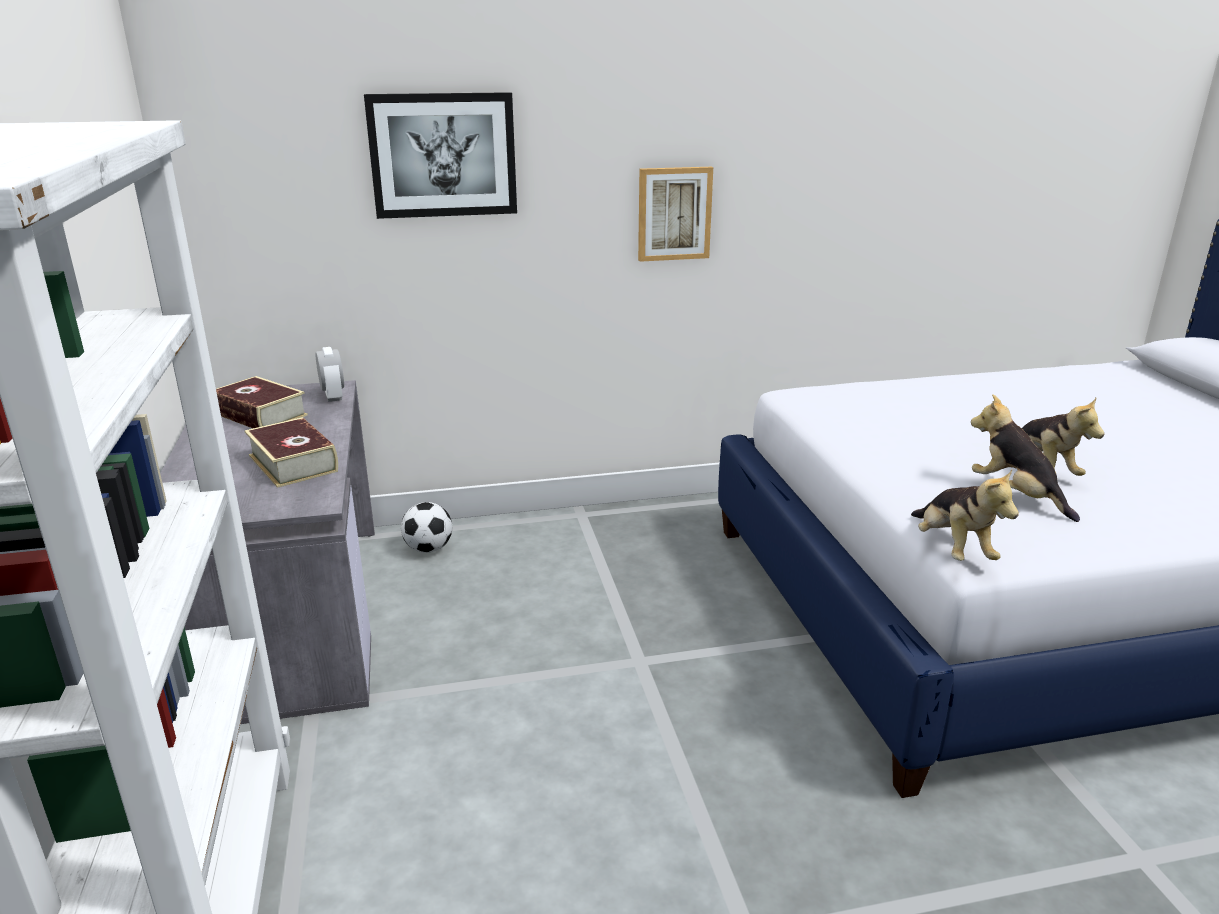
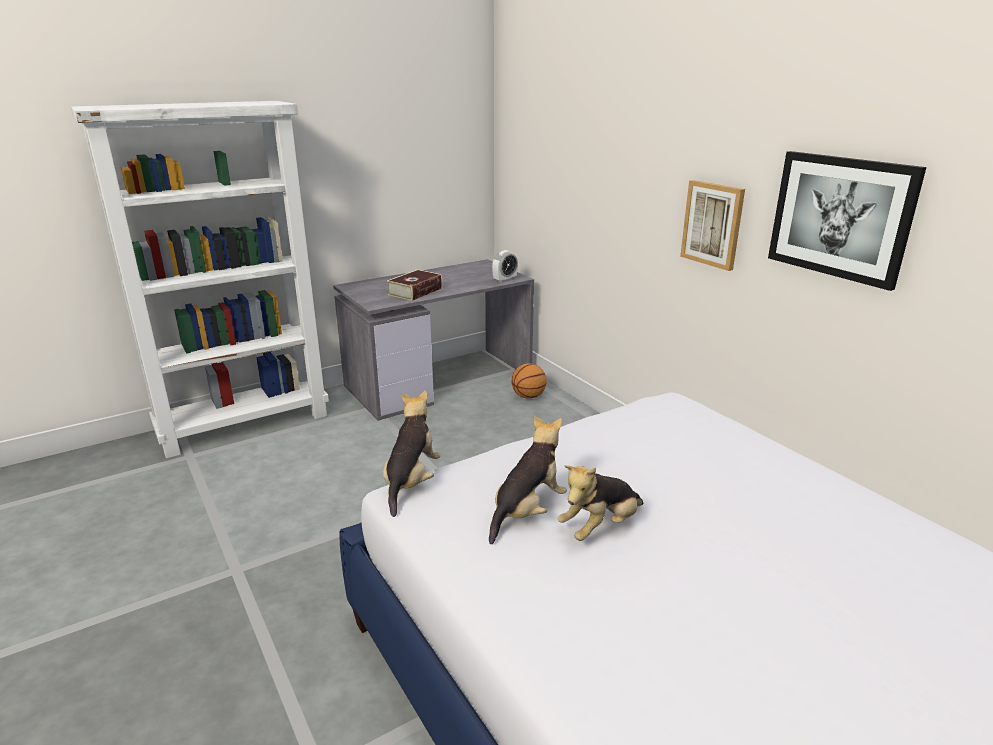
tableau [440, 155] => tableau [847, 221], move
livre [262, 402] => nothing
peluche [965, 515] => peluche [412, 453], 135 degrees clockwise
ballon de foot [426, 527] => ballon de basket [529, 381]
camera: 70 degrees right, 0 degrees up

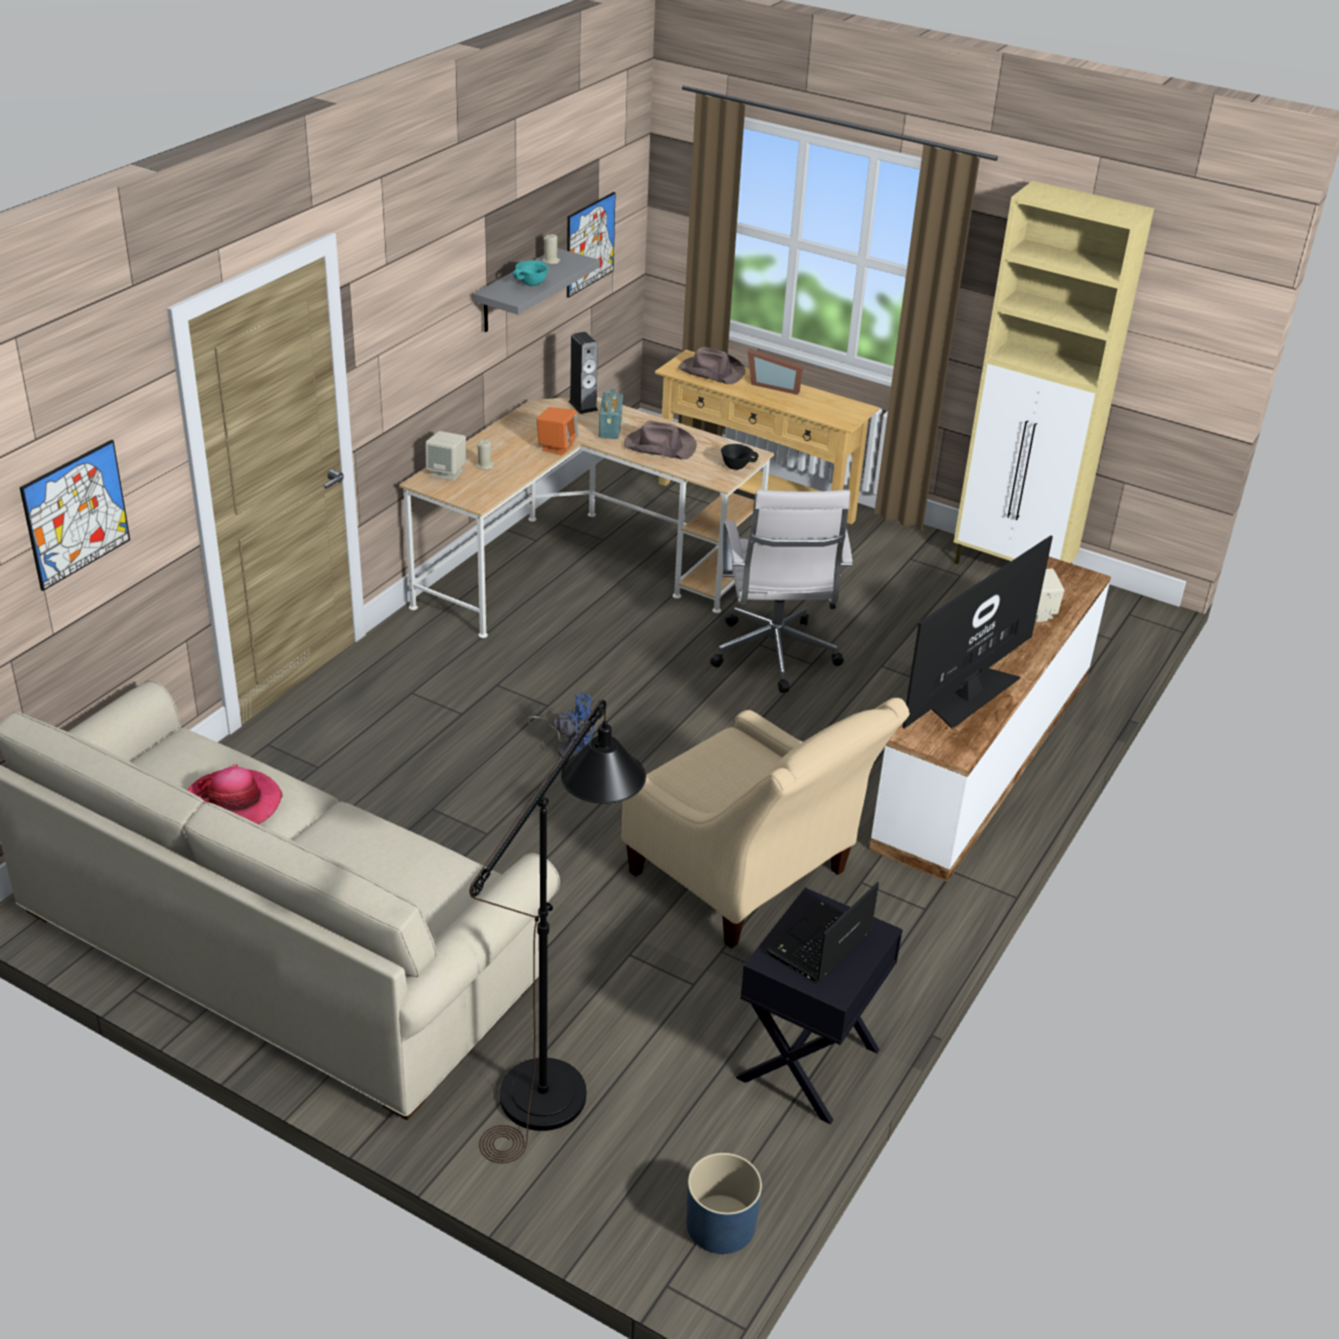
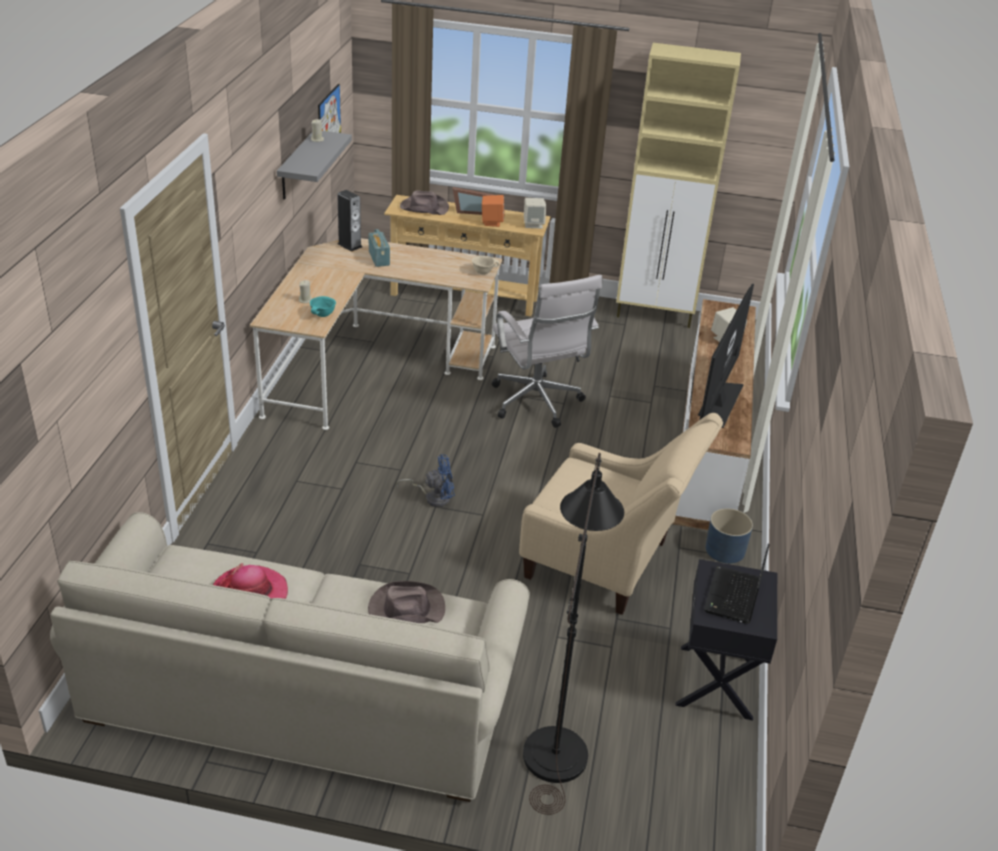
bol (turquoise) [531, 273] => bol (turquoise) [323, 306], move
enceinte (orange) [557, 431] => enceinte (orange) [493, 211], move
chapeau (marron) [660, 440] => chapeau (marron) [406, 602], move
enceinte (beige) [446, 455] => enceinte (beige) [535, 213], move
tableau [75, 515] => nothing
bol (noir) [739, 457] => bol (beige) [485, 265]
cache-pot (bleu) [724, 1203] => cache-pot (bleu) [729, 536], move
camera: 20 degrees left, 0 degrees up

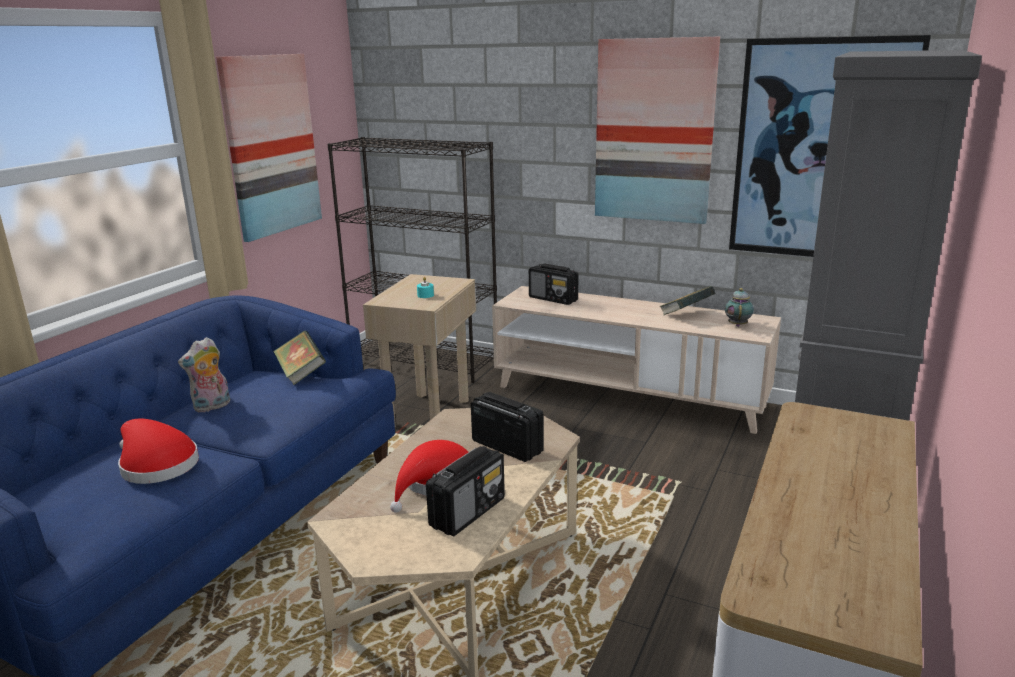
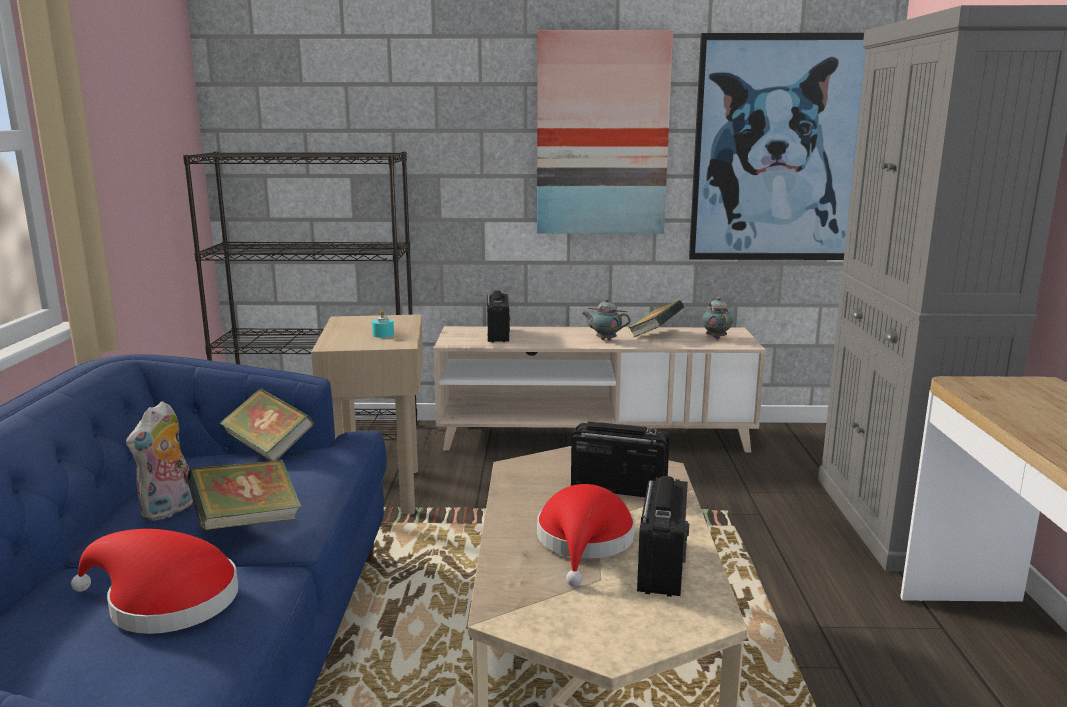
tableau [269, 148] => nothing
radio [554, 284] => radio [498, 316], 105 degrees counterclockwise
nothing => théière [606, 319]
nothing => livre [244, 495]
camera: 25 degrees left, 5 degrees down

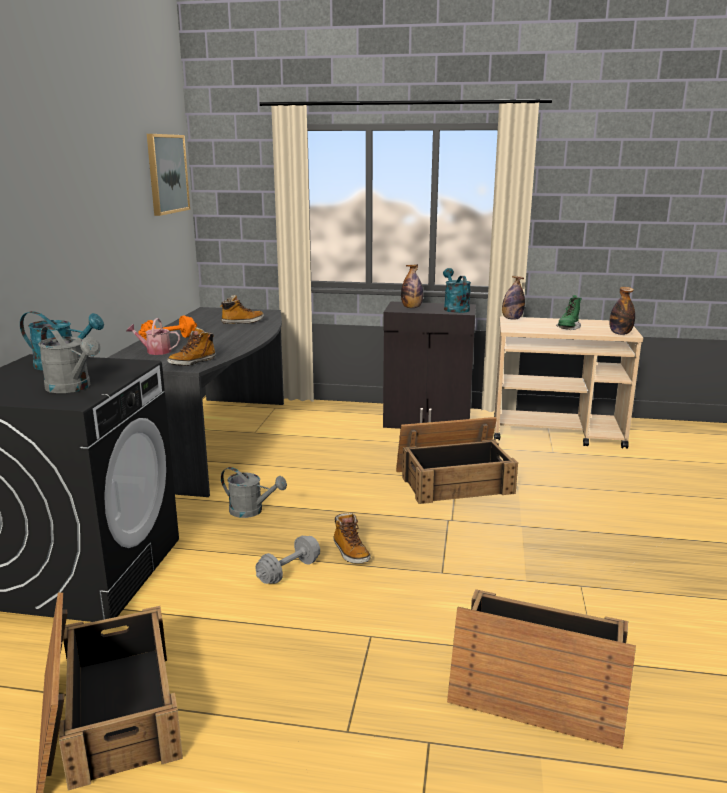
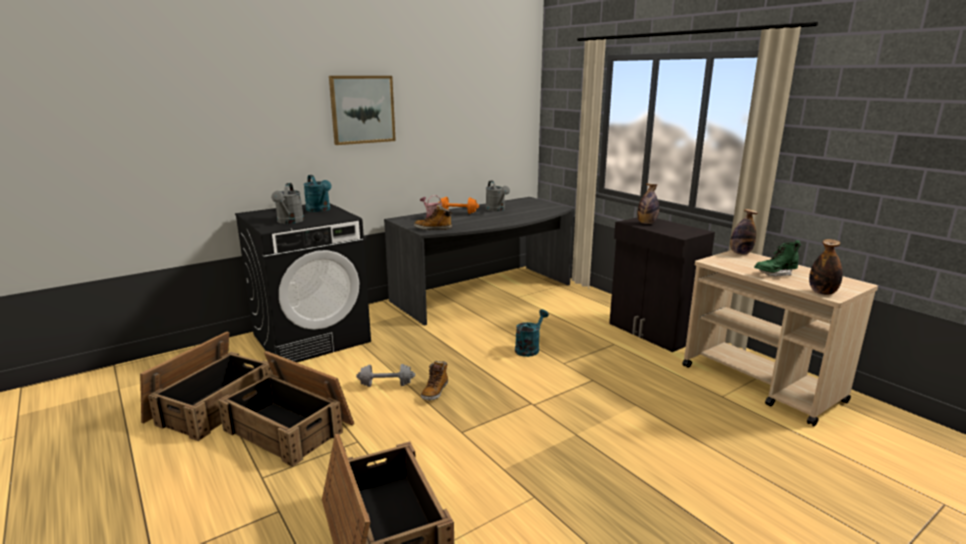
tableau [168, 175] => tableau [362, 110], move
arrosoir (turquoise) [457, 290] => arrosoir (turquoise) [532, 333], move
botte [242, 309] => nothing
caisse [457, 460] => caisse [286, 409], move
arrosoir (gris) [254, 492] => arrosoir (gris) [498, 196], move
camera: 45 degrees right, 0 degrees up

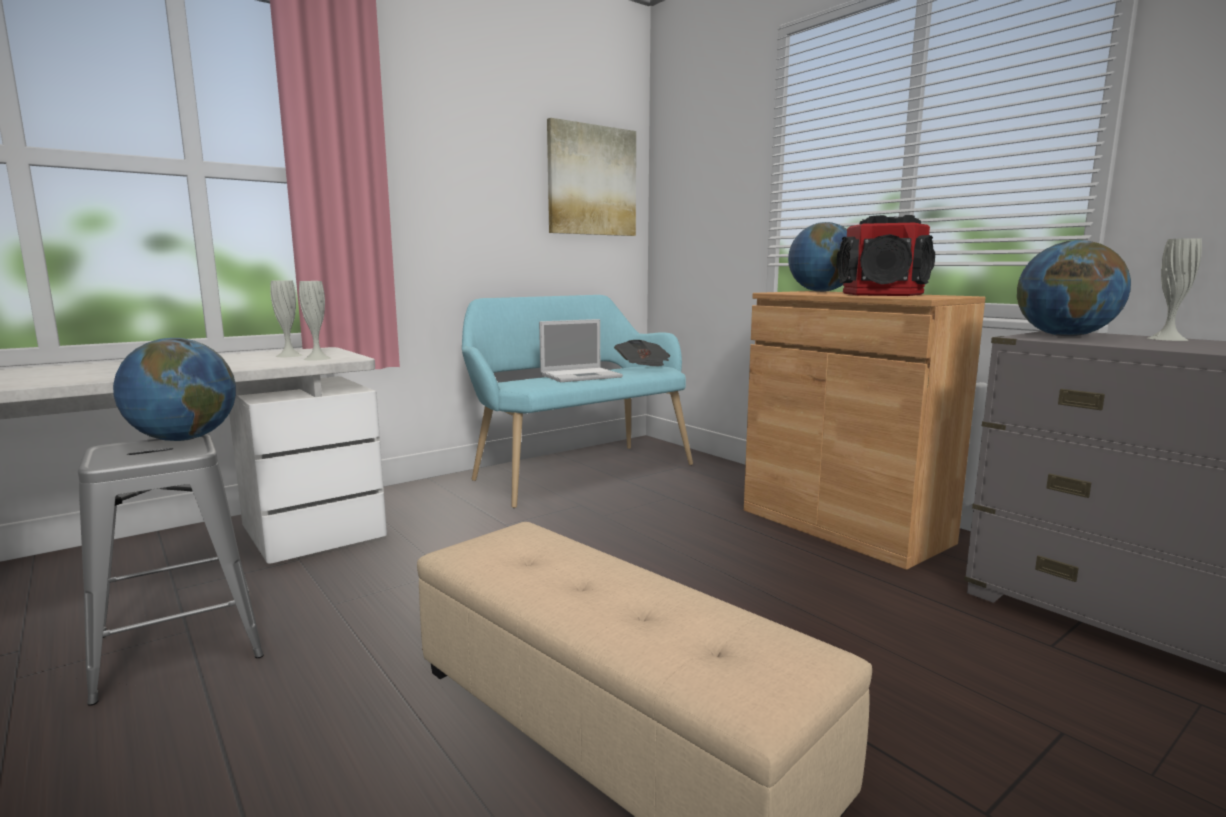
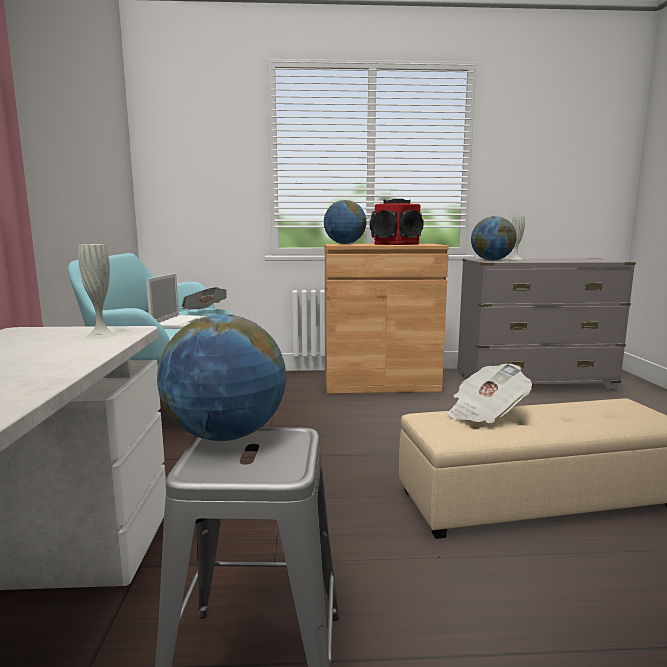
tableau [591, 177] => nothing
vase (blanc) [286, 318] => nothing
nothing => journal [490, 393]
camera: 55 degrees left, 0 degrees up

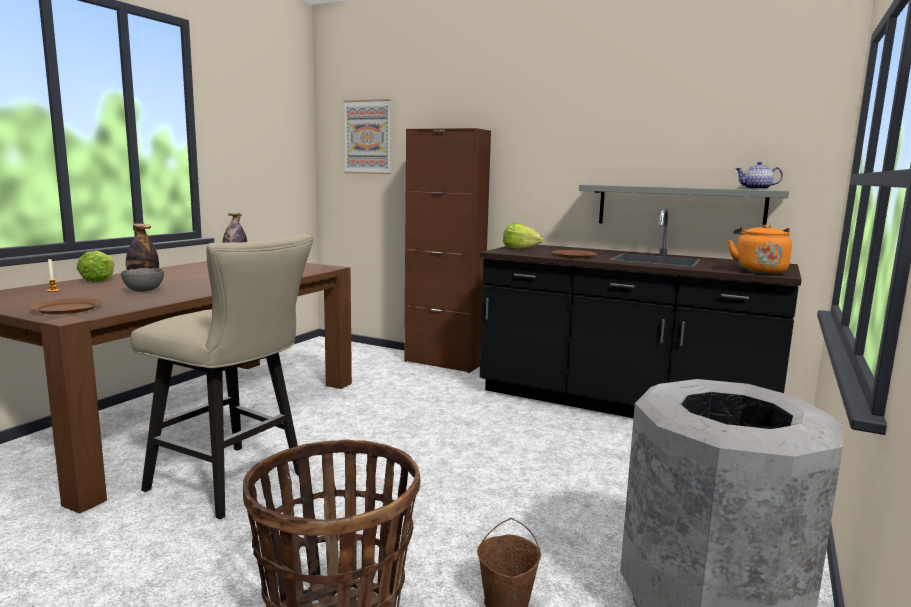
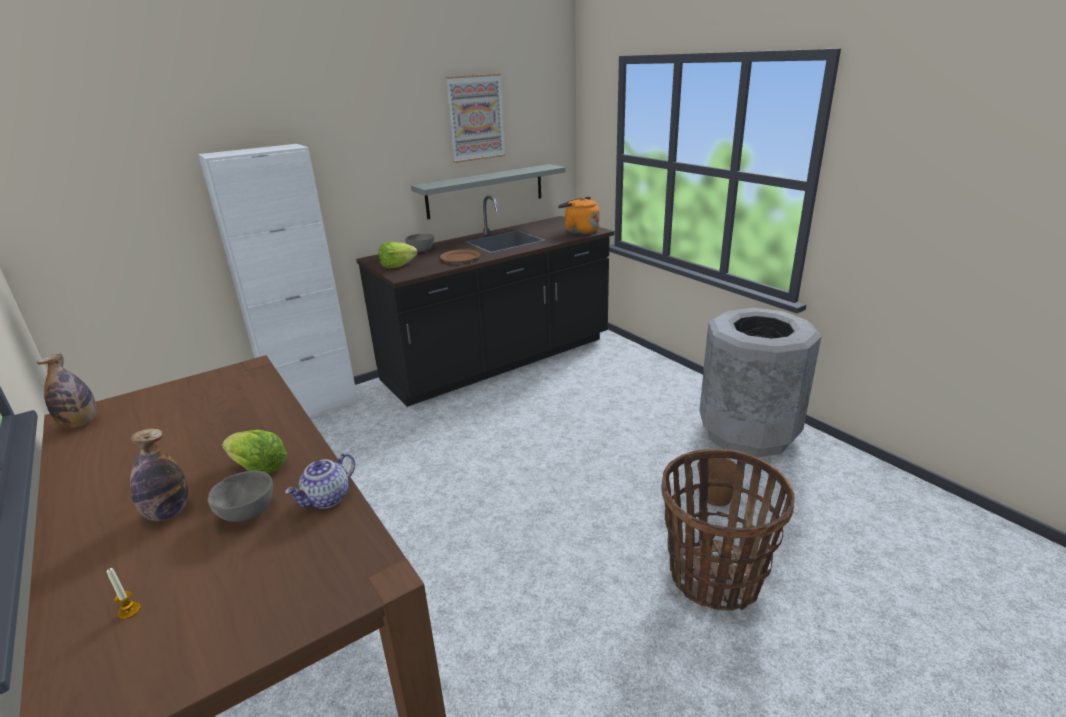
tableau [367, 136] => tableau [475, 118], move
meuble de rangement (marron) [447, 250] => meuble de rangement (blanc) [278, 281]
théière [759, 176] => théière [320, 481], move
tabouret (beige) [221, 376] => nothing
laitue [95, 266] => laitue [254, 452], move
assiette (marron) [65, 306] => nothing
nothing => bol (gris) [419, 242]
camera: 60 degrees left, 15 degrees up

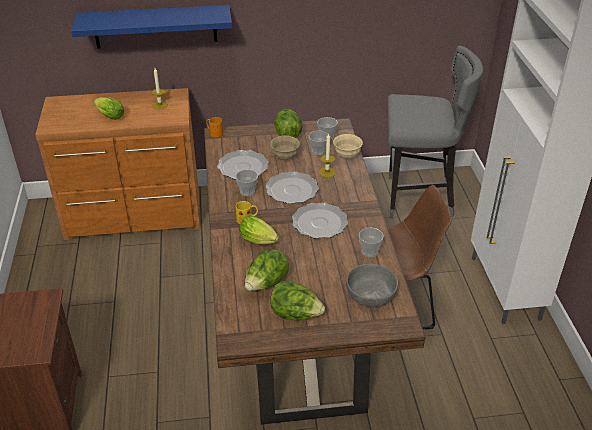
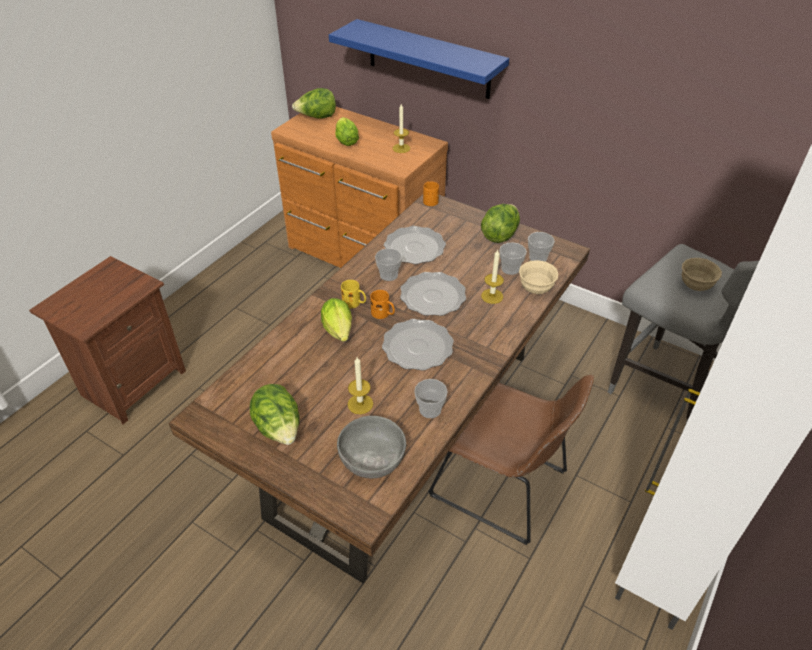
bol (beige) [285, 147] => bol (beige) [702, 274], move
laitue [267, 270] => laitue [314, 103], move
nothing => mug (orange) [382, 304]
nothing => bougie [360, 385]
camera: 40 degrees right, 5 degrees up

